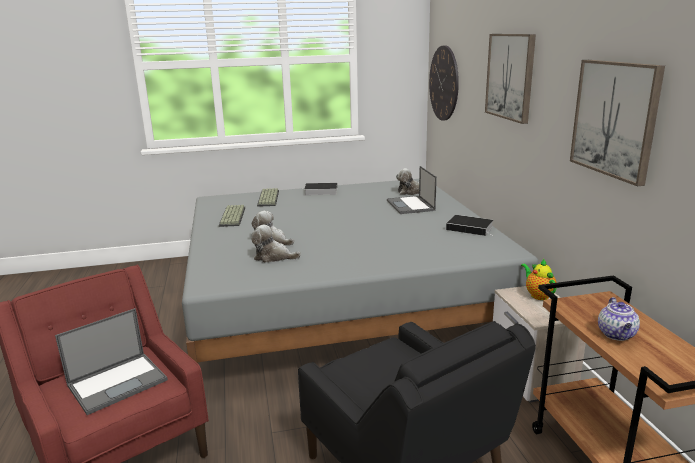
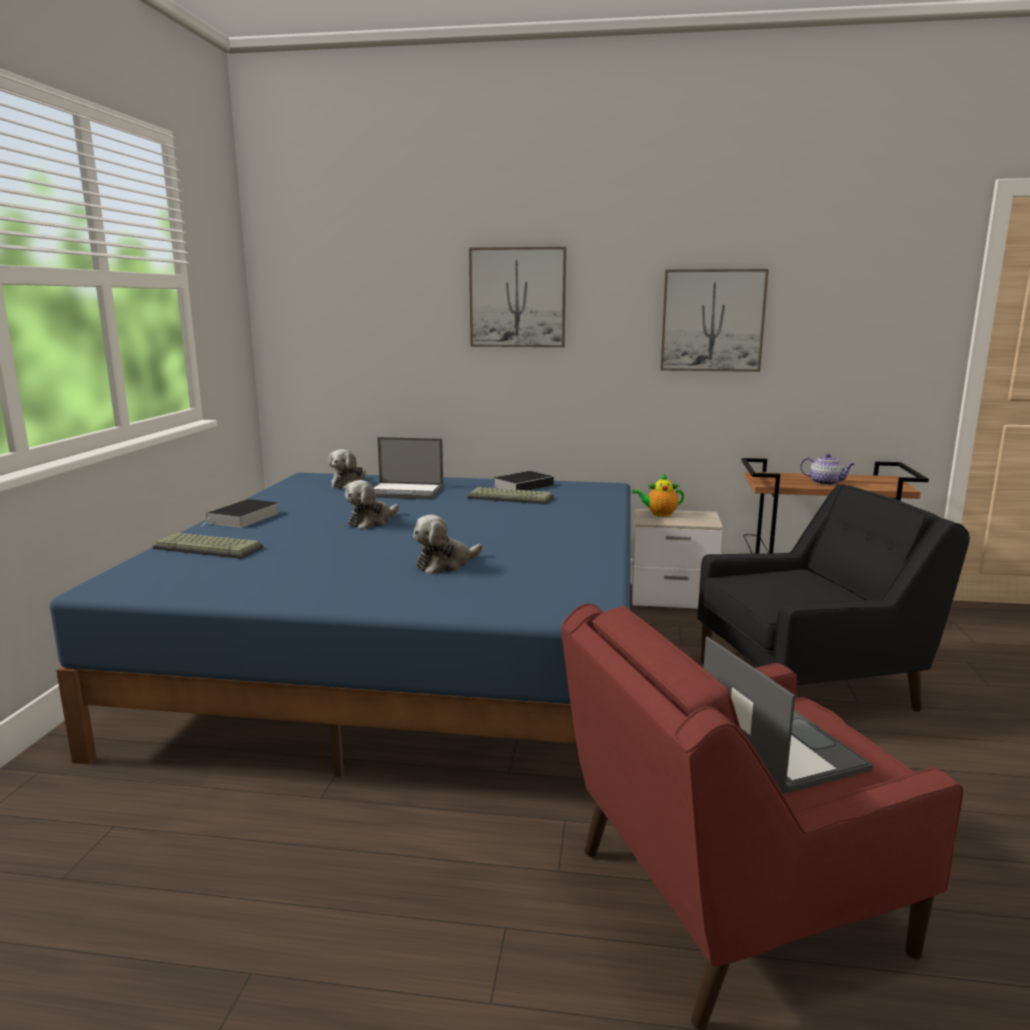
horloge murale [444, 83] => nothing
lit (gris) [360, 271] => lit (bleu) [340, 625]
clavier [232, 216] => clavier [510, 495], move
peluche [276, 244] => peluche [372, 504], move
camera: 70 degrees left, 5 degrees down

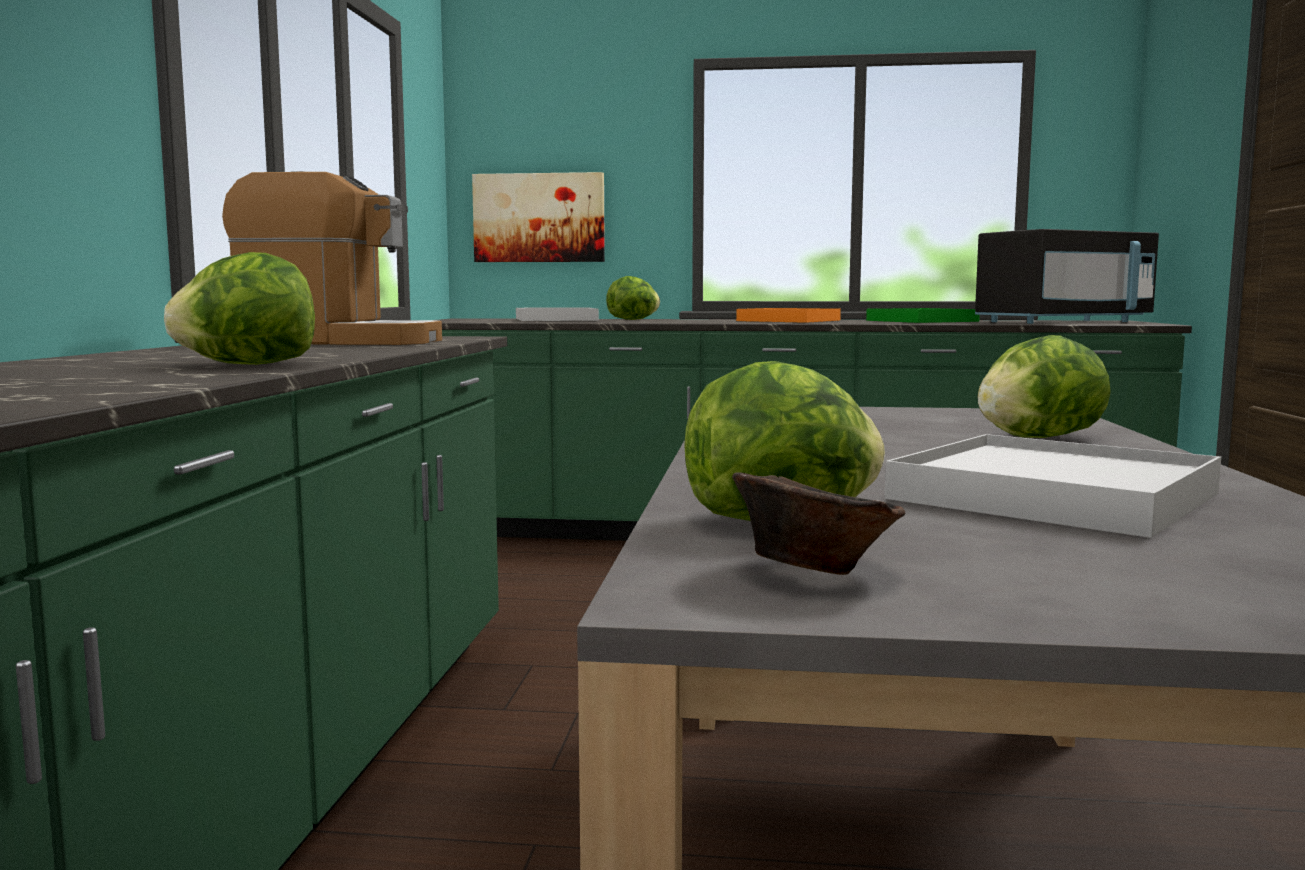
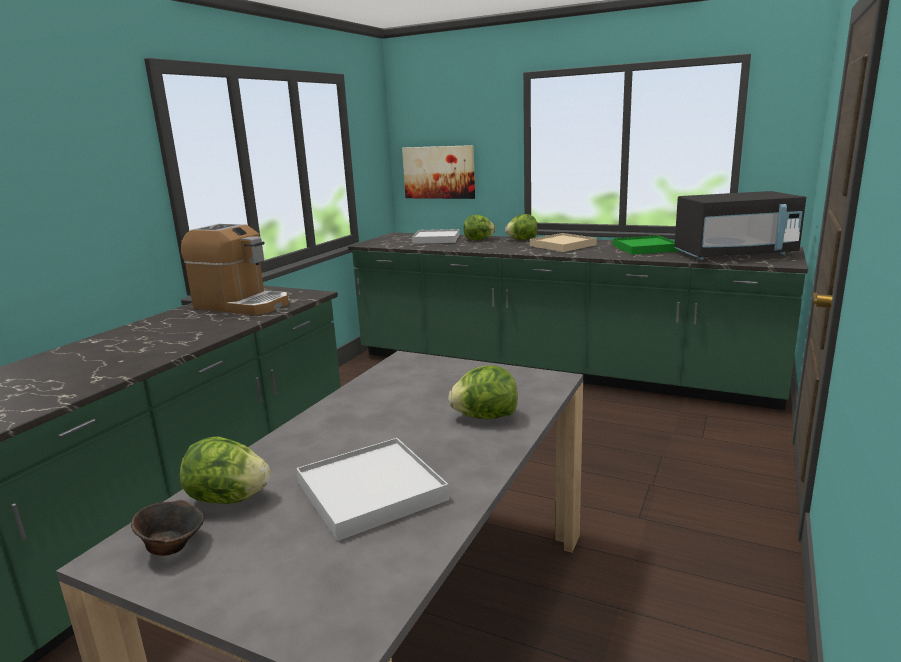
laitue [239, 308] => laitue [521, 227], move
plateau (orange) [788, 315] => plateau (beige) [563, 242]
camera: 20 degrees right, 10 degrees up

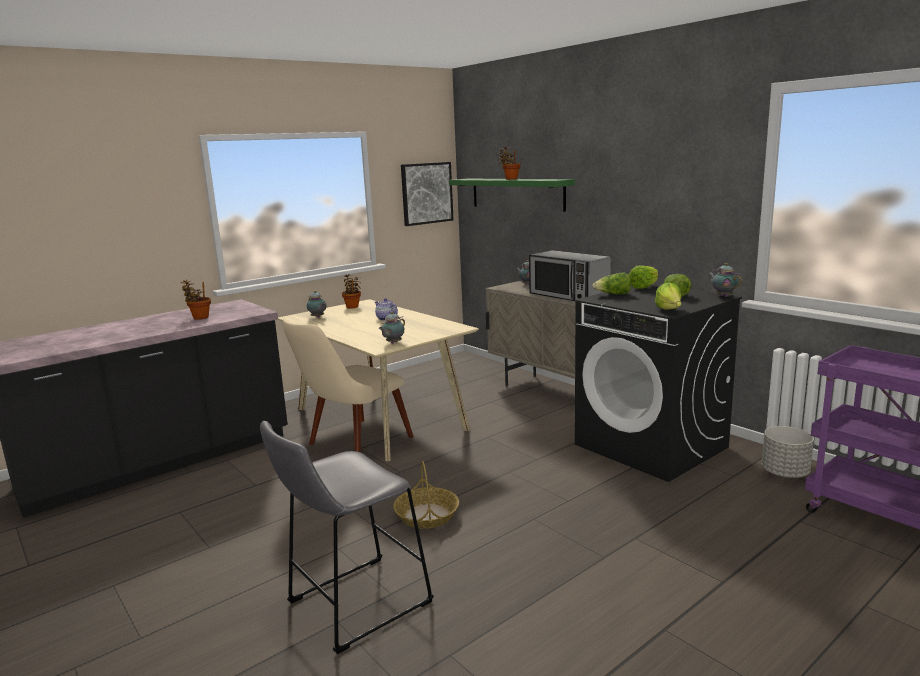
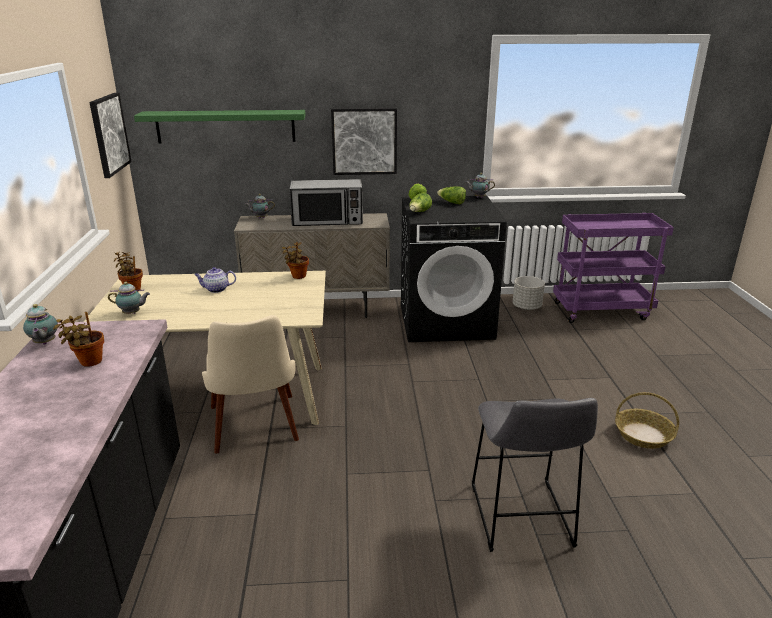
plante en pot [509, 163] => plante en pot [295, 260], move
laitue [668, 296] => nothing
théière [392, 327] => théière [40, 324], move
panier [426, 495] => panier [647, 420], move
nothing => tableau [364, 141]
camera: 55 degrees left, 10 degrees up

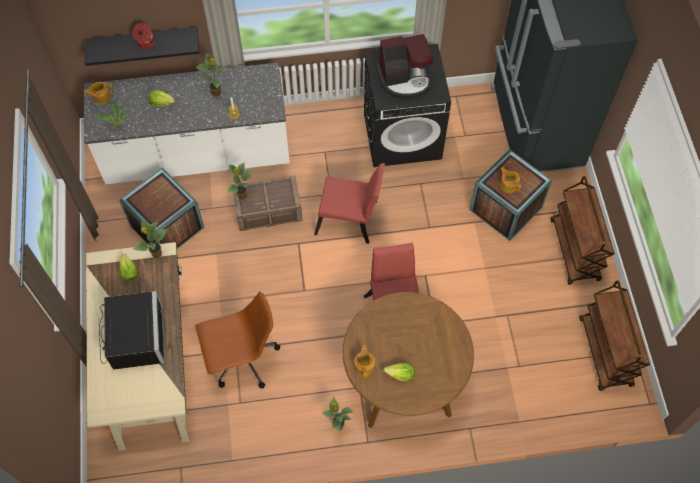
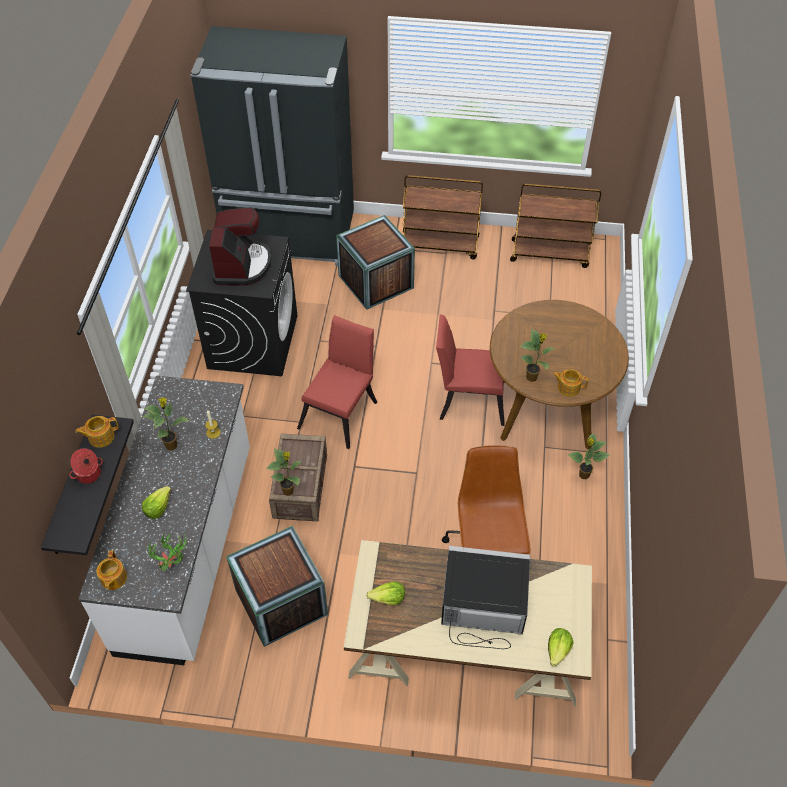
théière [510, 180] => théière [97, 432], move
plante en pot [150, 239] => plante en pot [537, 355], move
laitue [399, 372] => laitue [561, 647], move
camera: 75 degrees left, 10 degrees down

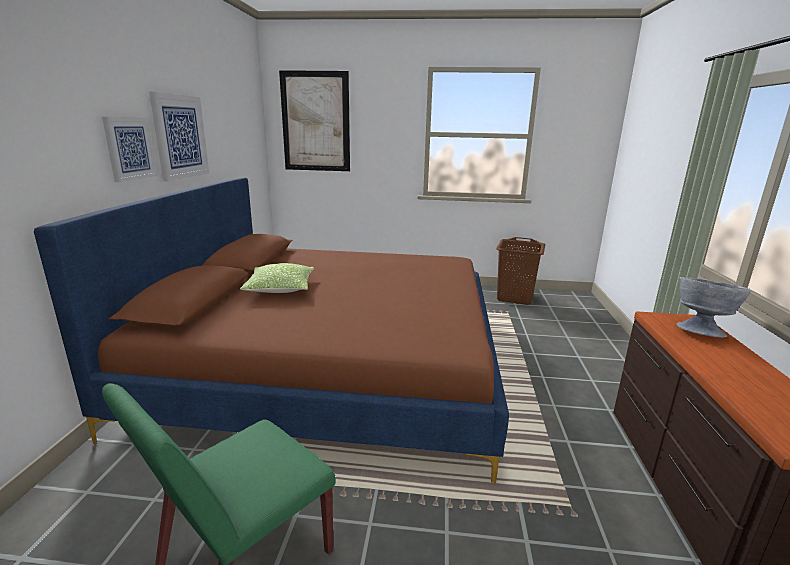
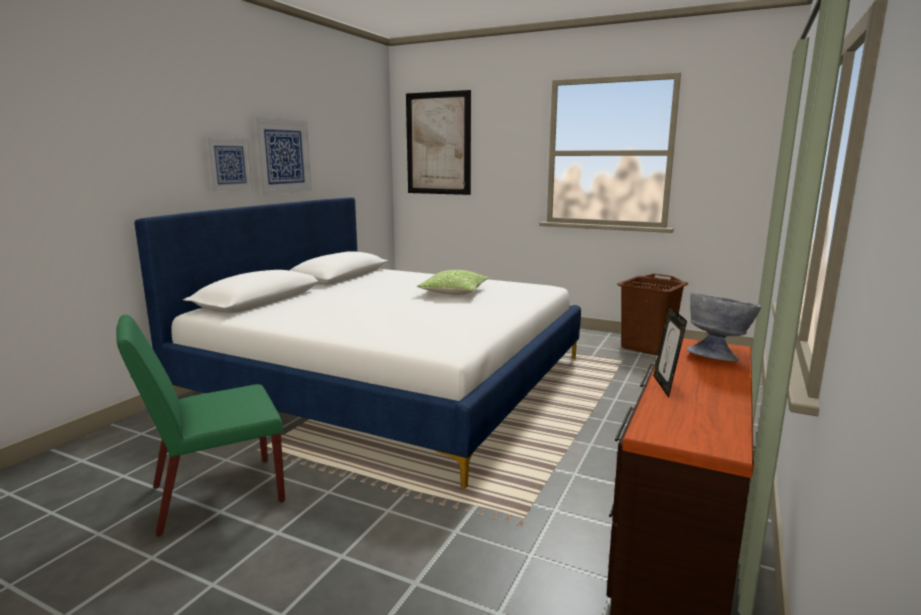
lit (marron) [271, 330] => lit (blanc) [357, 342]
coussin [277, 278] => coussin [453, 282], move
nothing => cadre photo [670, 351]
camera: 20 degrees right, 5 degrees down

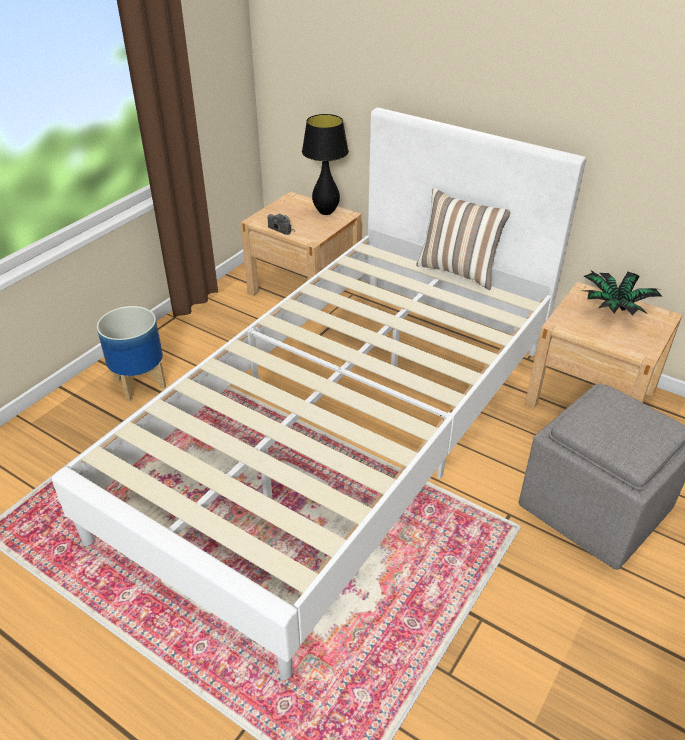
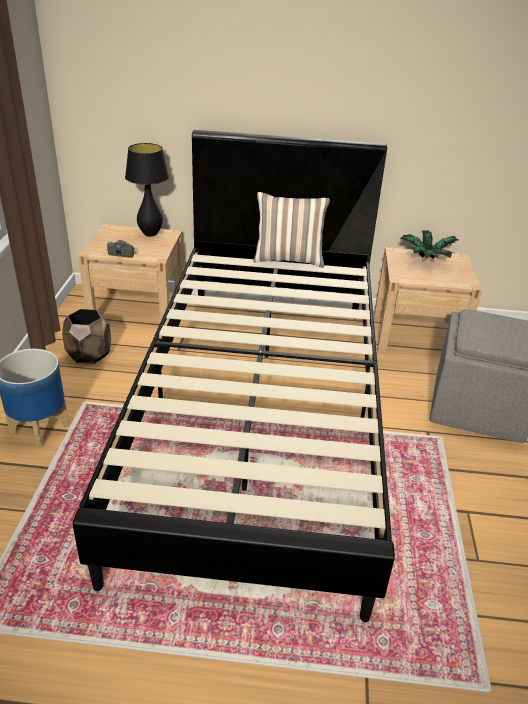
lit (blanc) [319, 394] => lit (noir) [234, 376]
nothing => cache-pot (marron) [86, 336]
camera: 30 degrees left, 5 degrees down

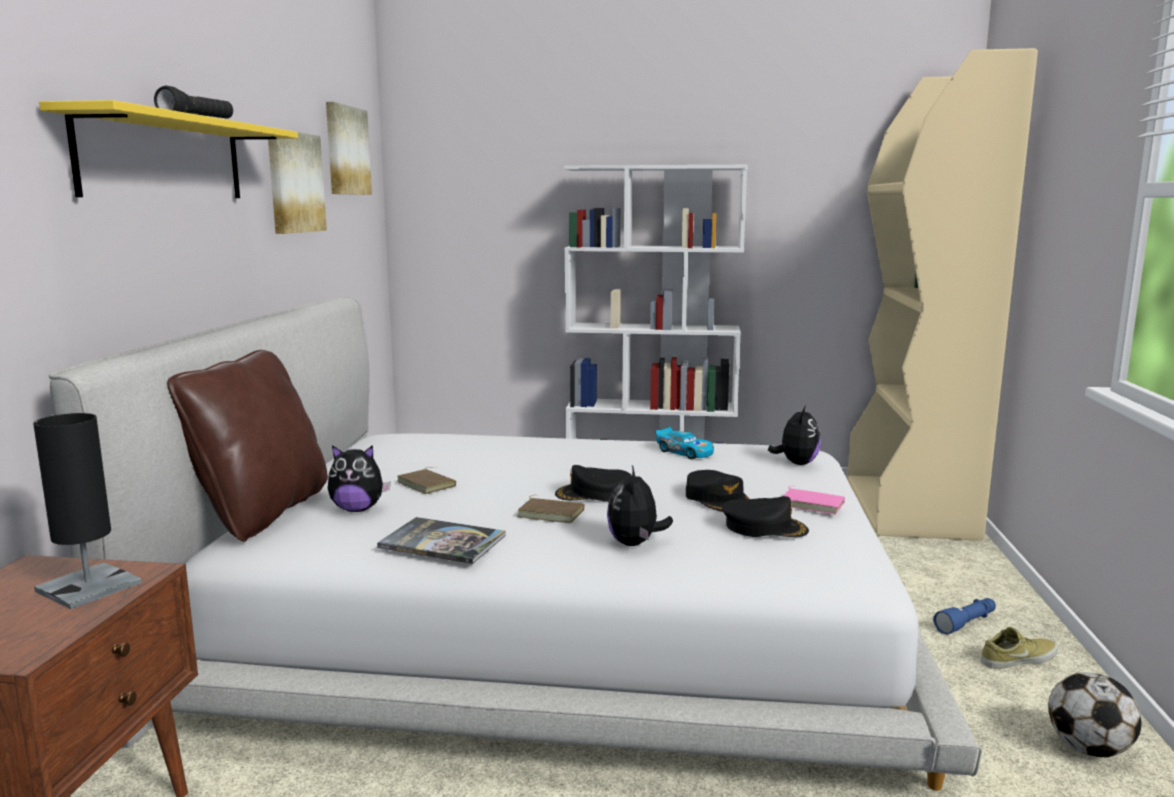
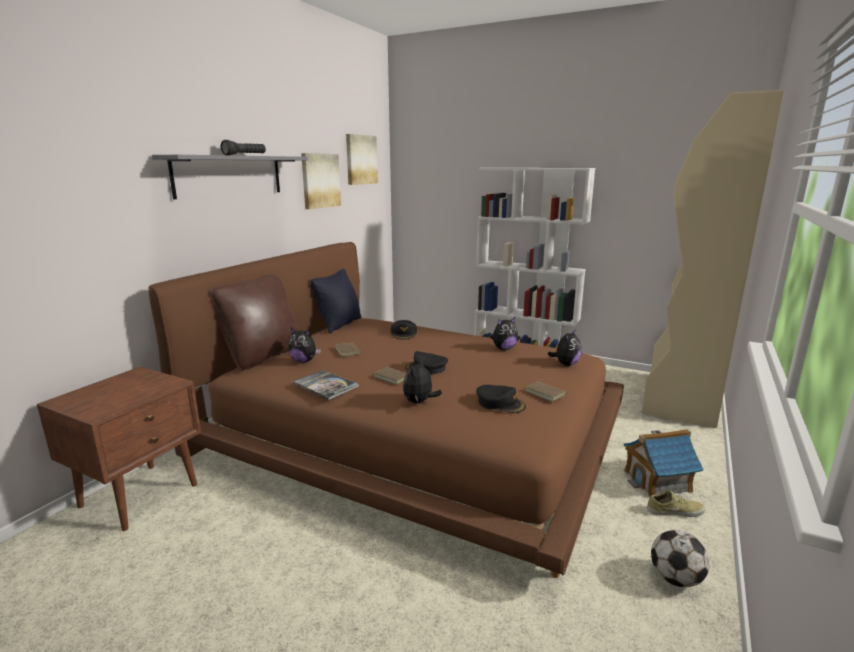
étagère (jaune) [168, 149] => étagère (gris) [230, 177]
lit (blanc) [515, 544] => lit (marron) [386, 410]
lampe de table (noir) [87, 511] => nothing
petite voiture [685, 443] => peluche [504, 333]
casquette (noir) [717, 491] => casquette (noir) [404, 330], move
livre (rose) [814, 500] => livre (marron) [546, 391]
lampe de poche (bleu) [964, 616] => maison miniature [664, 462]
nothing => coussin (noir) [335, 301]
camera: 20 degrees right, 5 degrees up

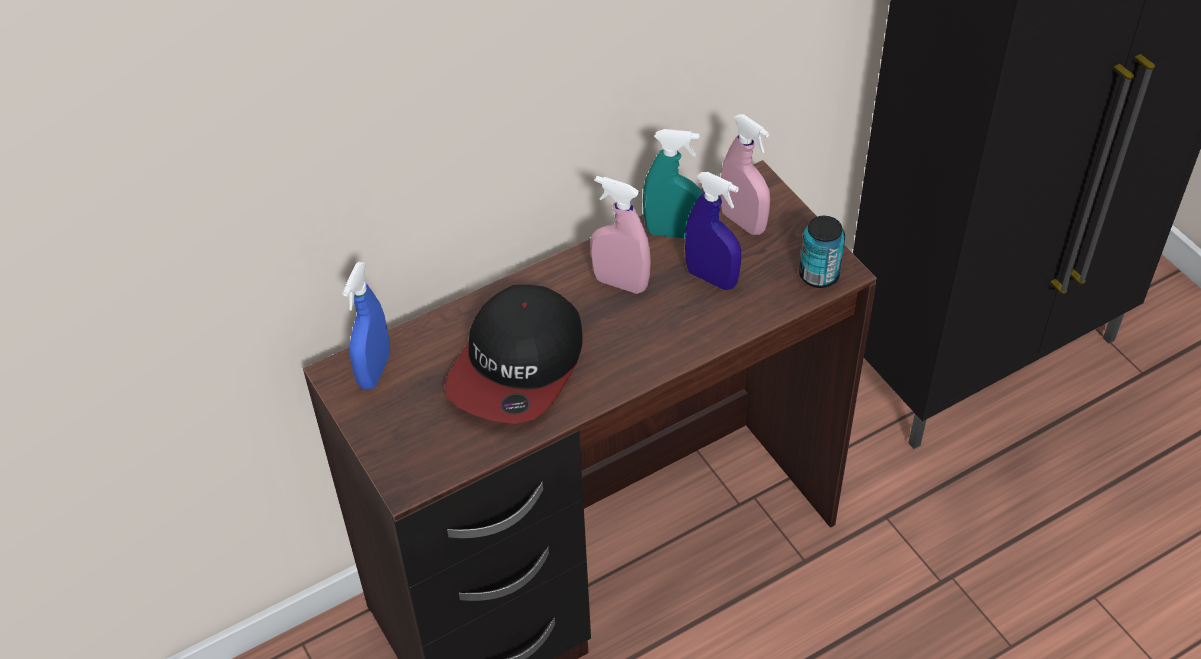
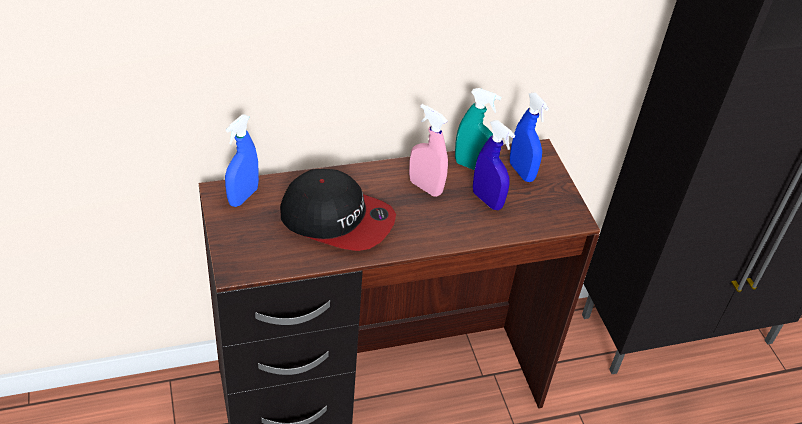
vaporisateur (rose) [745, 174] => vaporisateur (bleu) [529, 137]
boîte métallique [822, 252] => nothing
casquette [514, 354] => casquette [338, 210], 105 degrees counterclockwise
camera: 10 degrees right, 5 degrees down

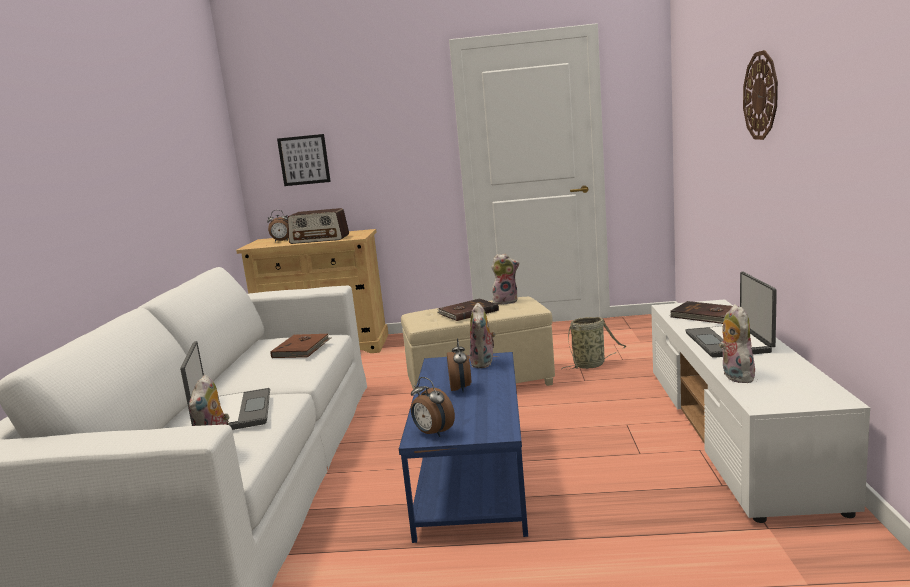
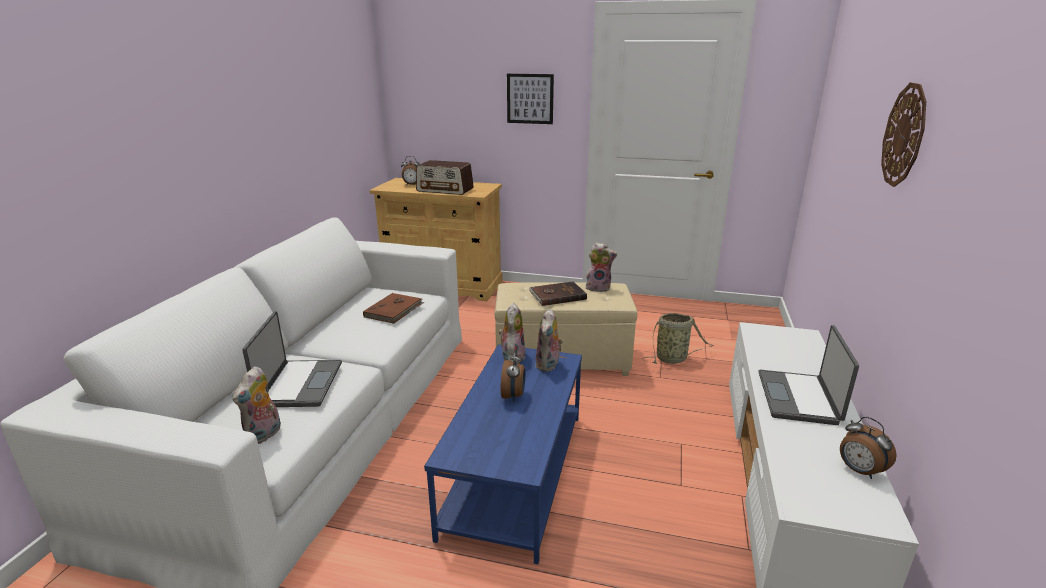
tableau [304, 160] => tableau [530, 99], move
livre (marron) [701, 312] => nothing
peluche [737, 343] => peluche [512, 333], move
réveil [433, 407] => réveil [868, 448], move
camera: 10 degrees right, 10 degrees up

